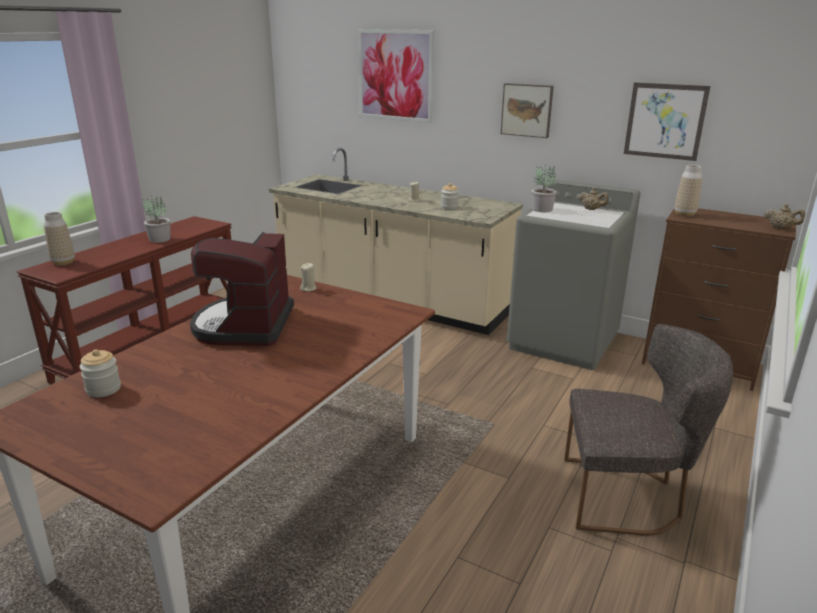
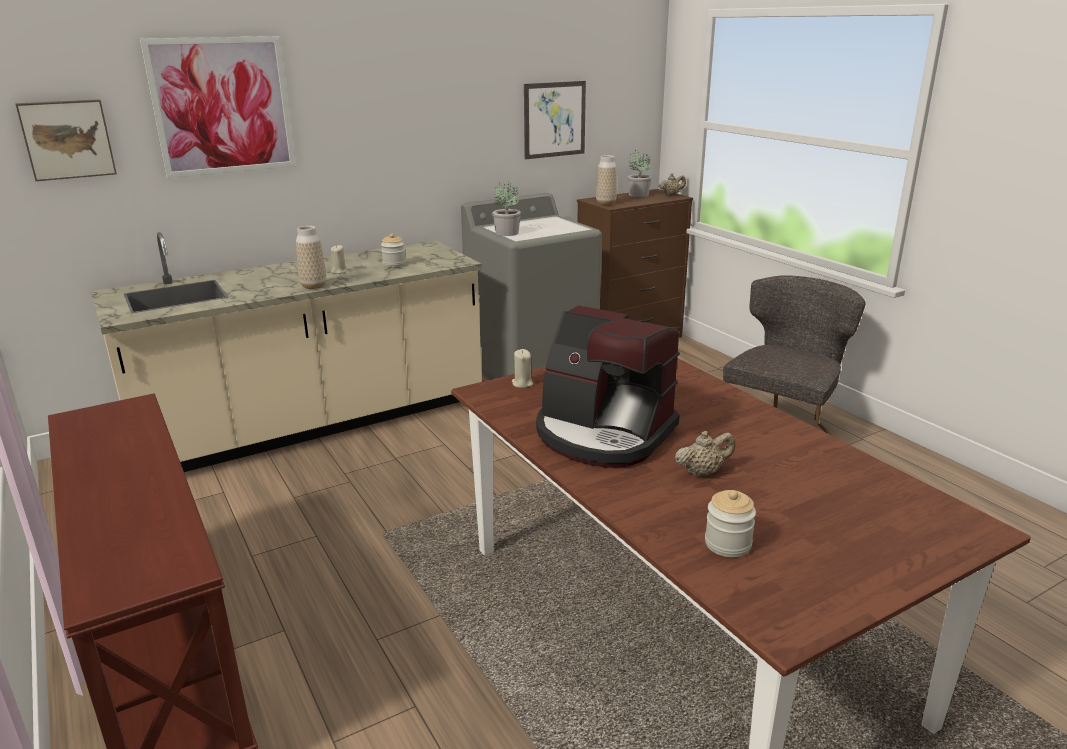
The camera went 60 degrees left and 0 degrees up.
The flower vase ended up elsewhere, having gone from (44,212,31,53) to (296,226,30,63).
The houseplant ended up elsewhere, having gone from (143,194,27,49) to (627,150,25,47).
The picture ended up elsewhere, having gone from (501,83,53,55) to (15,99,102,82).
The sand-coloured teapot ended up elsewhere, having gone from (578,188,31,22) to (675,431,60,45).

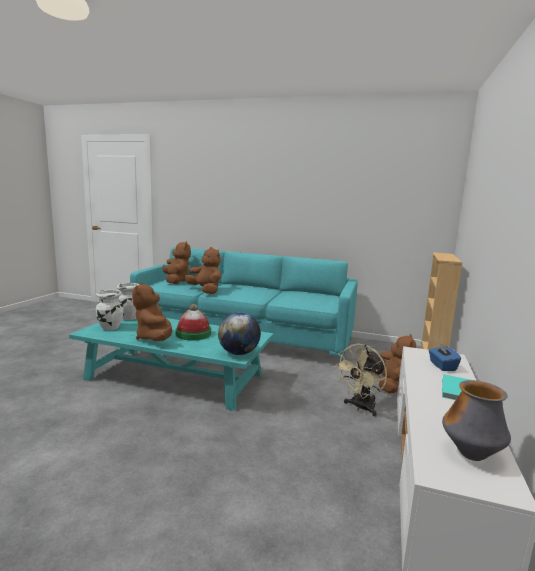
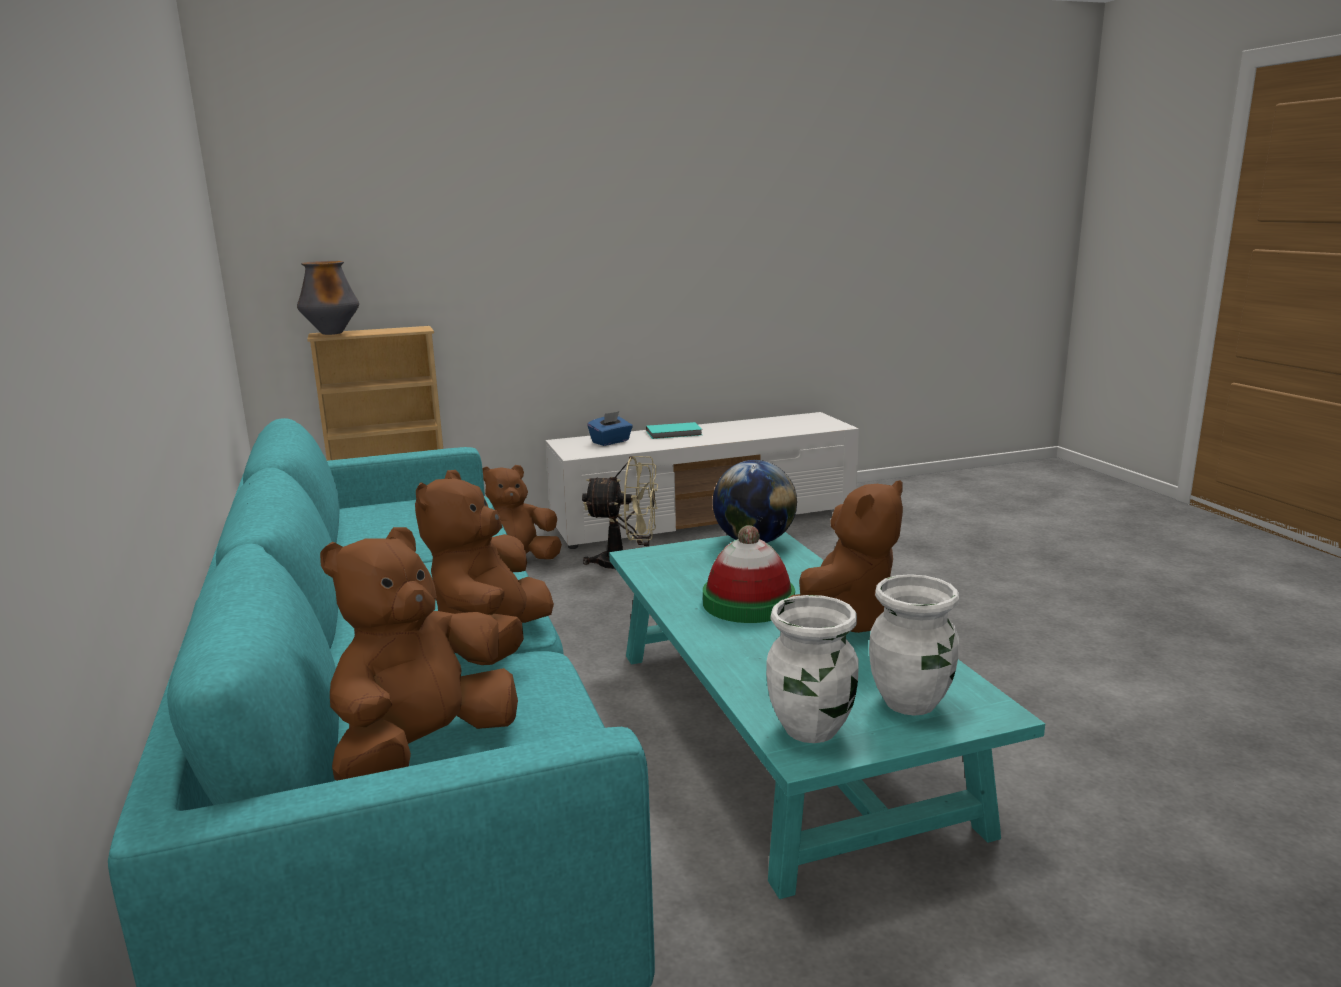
The camera went 125 degrees left and 5 degrees up.
The flower vase ended up elsewhere, having gone from (442,380,69,81) to (297,261,62,74).

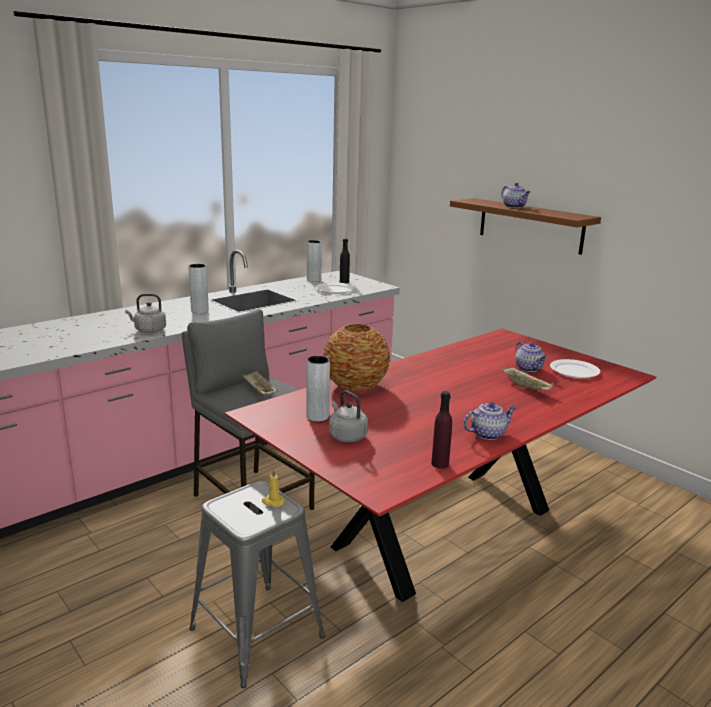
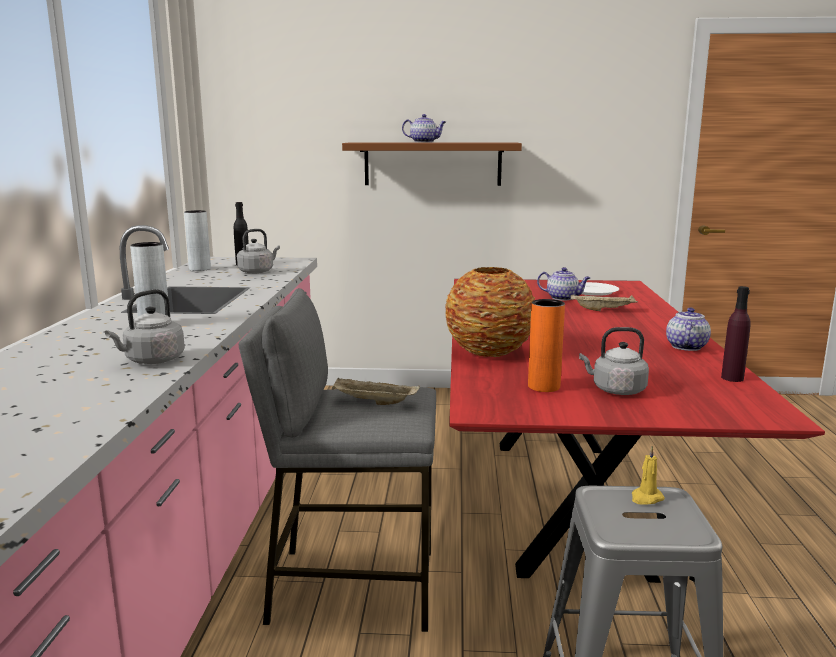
The camera went 45 degrees left and 5 degrees down.
Where the whitish plate stood at (316,282,38,12), the grey kettle came to stand at (237,229,43,45).
What was the grey flower vase at (306,356,24,66) turned into the orangey flower vase at (528,299,37,93).

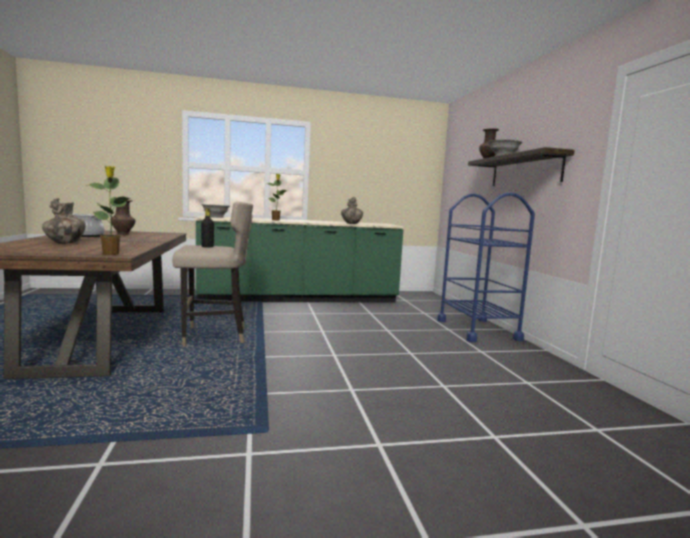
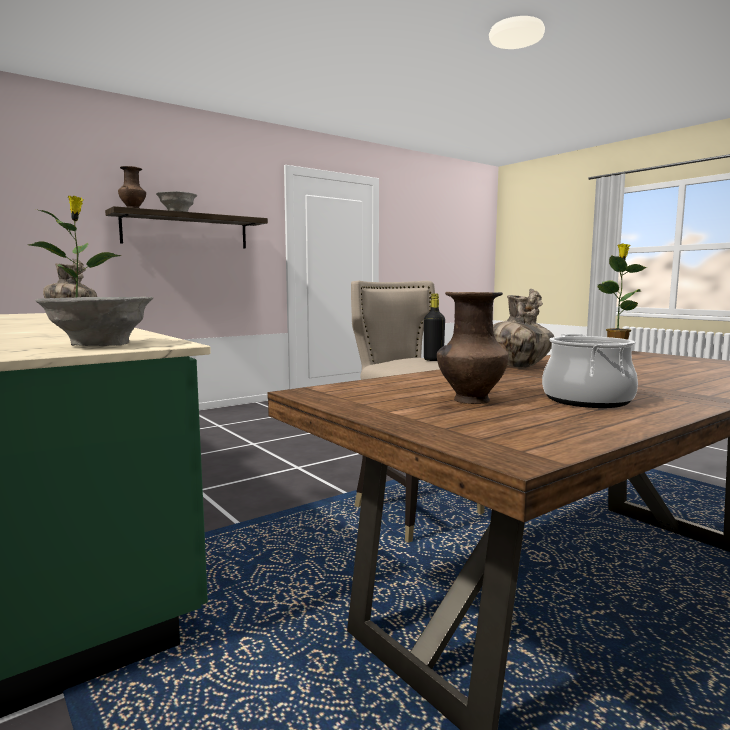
The camera went 115 degrees left and 0 degrees up.
The second view lost the bluish trolley at (437,192,98,150).
The flower vase ended up elsewhere, having gone from (42,198,44,46) to (493,289,61,79).

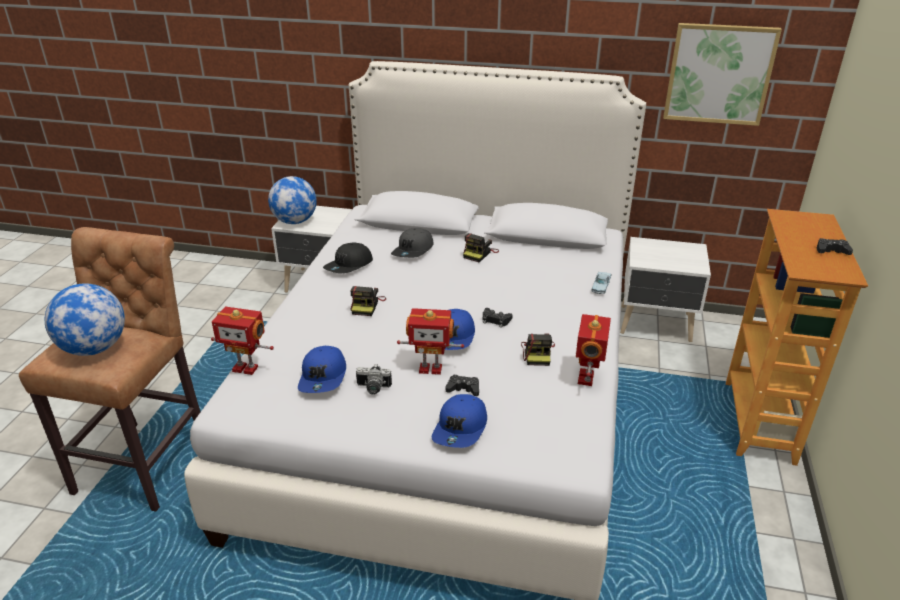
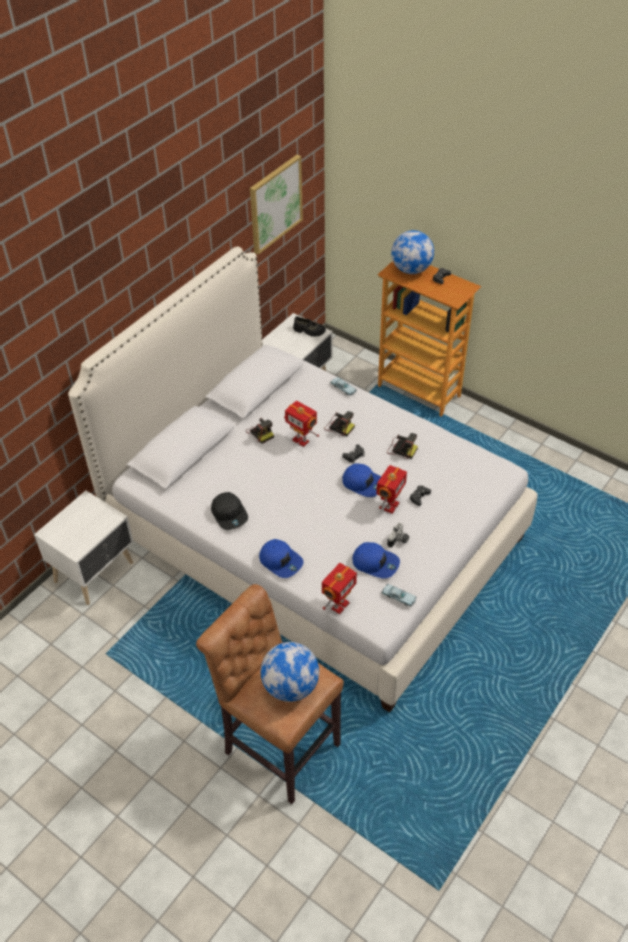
The camera went 65 degrees left and 15 degrees up.
The second view lost the grey peaked cap at (391,228,42,30).
The second view gained the black-coloured low shoe at (293,316,33,21).
The second view gained the bluish miniature car at (381,584,36,23).
The globe ended up elsewhere, having gone from (268,176,49,48) to (391,230,43,44).
The photo camera ended up elsewhere, having gone from (350,286,36,30) to (324,411,31,25).
The bluish peaked cap ended up elsewhere, having gone from (432,394,55,54) to (259,539,45,39).
The toy robot ended up elsewhere, having gone from (576,314,35,72) to (284,401,35,46).

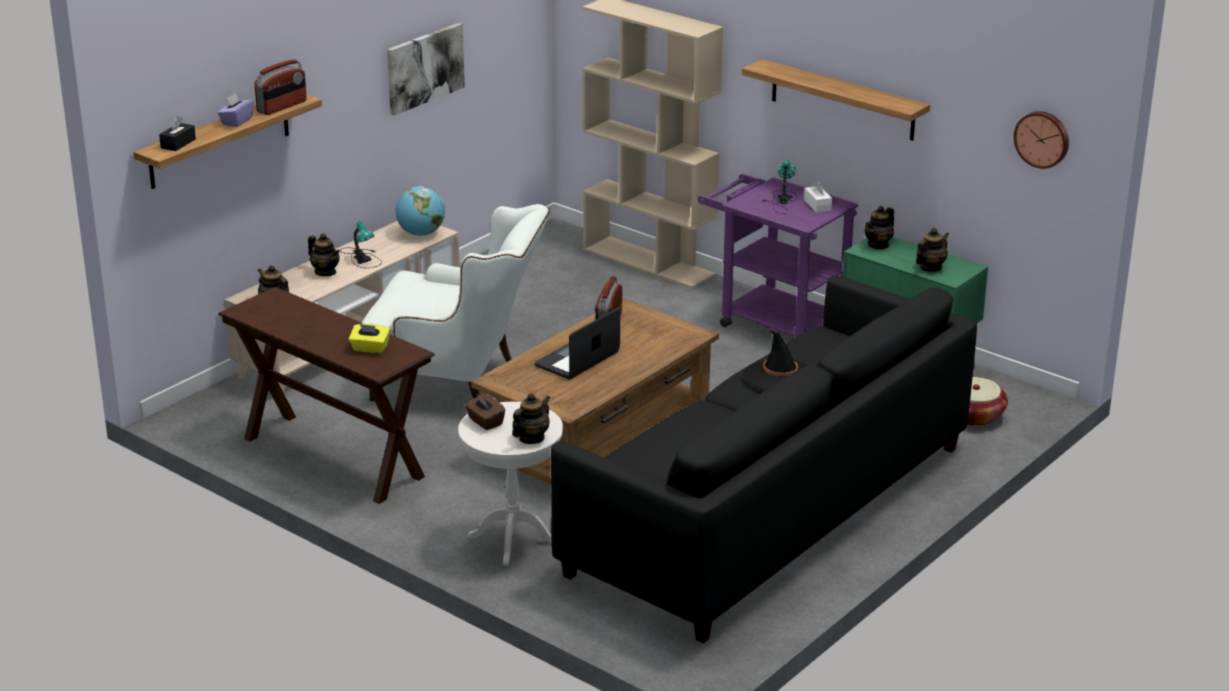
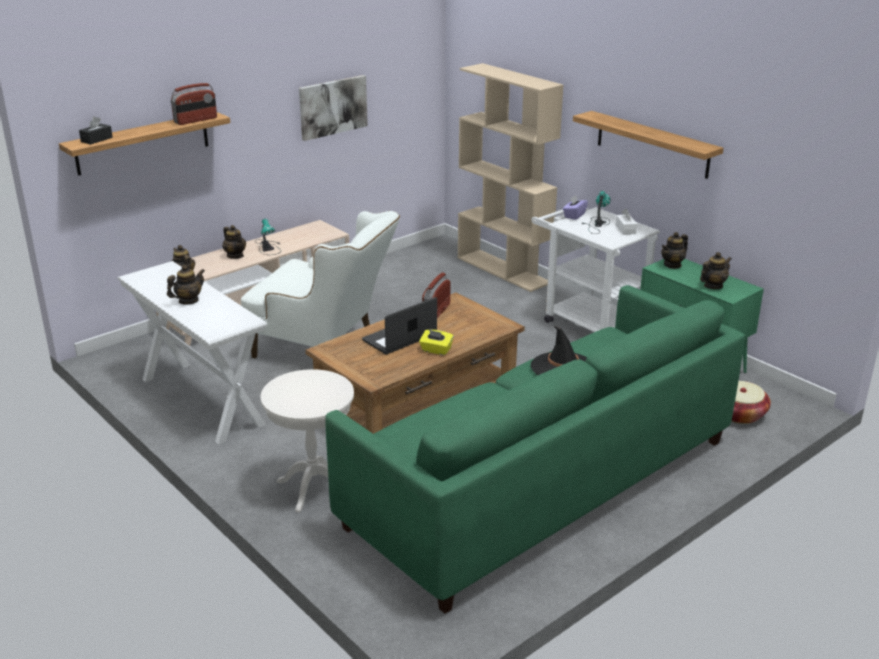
The camera went 10 degrees right and 0 degrees up.
The second view lost the globe at (396,186,49,50).
The second view lost the brown box of tissues at (465,393,40,37).
The second view lost the clock on the wall at (1014,111,55,58).
The purple-coloured box of tissues ended up elsewhere, having gone from (218,93,36,34) to (563,195,25,25).
The yellow box of tissues ended up elsewhere, having gone from (349,324,41,30) to (419,329,35,26).
The teapot ended up elsewhere, having gone from (512,393,38,51) to (167,264,38,41).
What was the brown hall table at (218,287,217,217) turned into the whitish hall table at (117,261,150,184).
What was the black-coloured couch at (551,275,426,368) turned into the greenish couch at (325,285,420,329).
What was the purple-coloured trolley at (698,174,161,164) turned into the whitish trolley at (532,207,128,125).

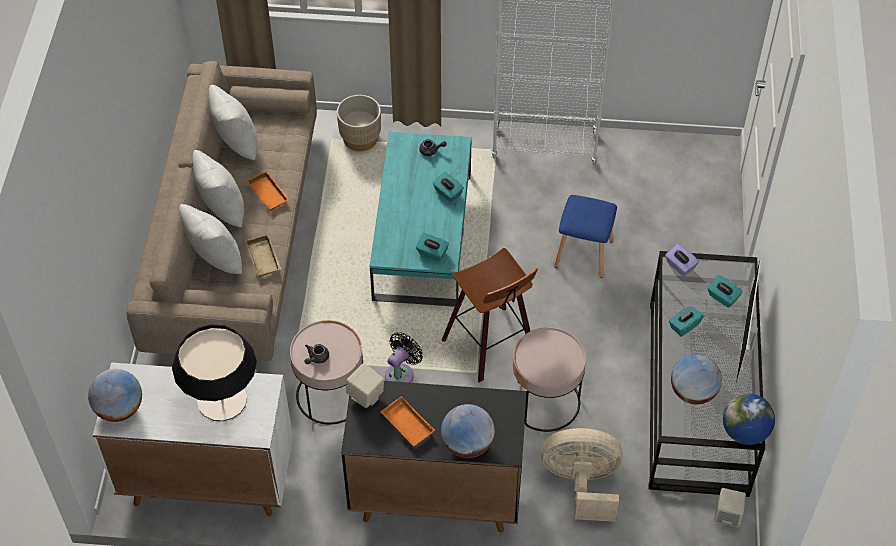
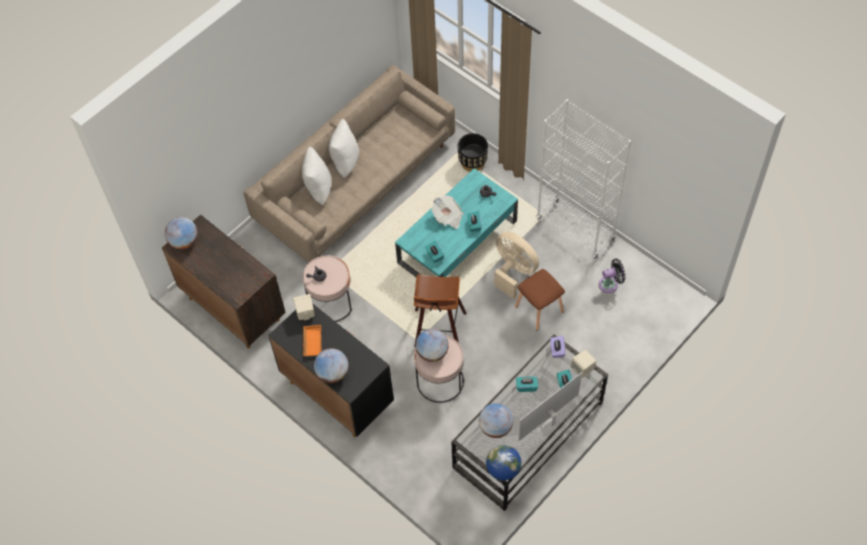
The camera went 40 degrees right and 5 degrees up.
The second view lost the table lamp at (172,324,85,97).
The second view lost the whitish pillow at (209,85,49,75).
The second view lost the sand-coloured tray at (245,234,36,43).
The second view lost the orangey tray at (247,171,43,40).
The second view gained the globe at (416,329,33,33).
The second view gained the newspaper at (432,195,32,34).
The black-coloured electric fan ended up elsewhere, having gone from (385,332,38,51) to (599,258,26,35).
The sand-coloured electric fan ended up elsewhere, having gone from (541,428,82,94) to (494,232,45,67).
The sand-coloured audio speaker ended up elsewhere, having gone from (714,488,32,39) to (570,350,26,28).
What was the whitish cupboard at (93,363,200,153) turned into the brown cupboard at (162,215,124,133).
What was the sand-coloured plant pot at (337,95,44,56) turned into the black-coloured plant pot at (458,133,30,39).
What was the bluish stool seat at (554,195,63,83) turned into the brown stool seat at (515,269,50,62).

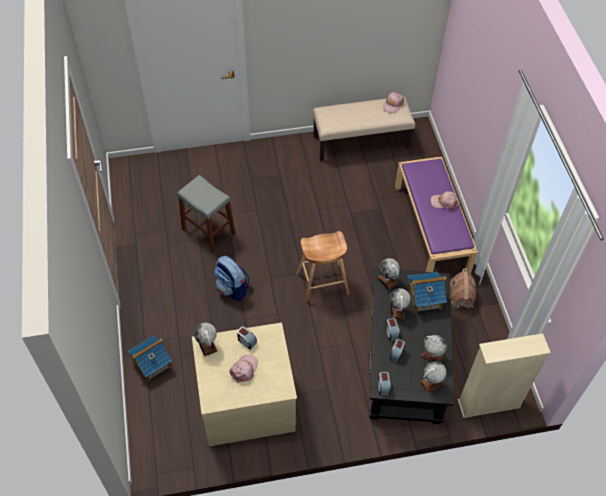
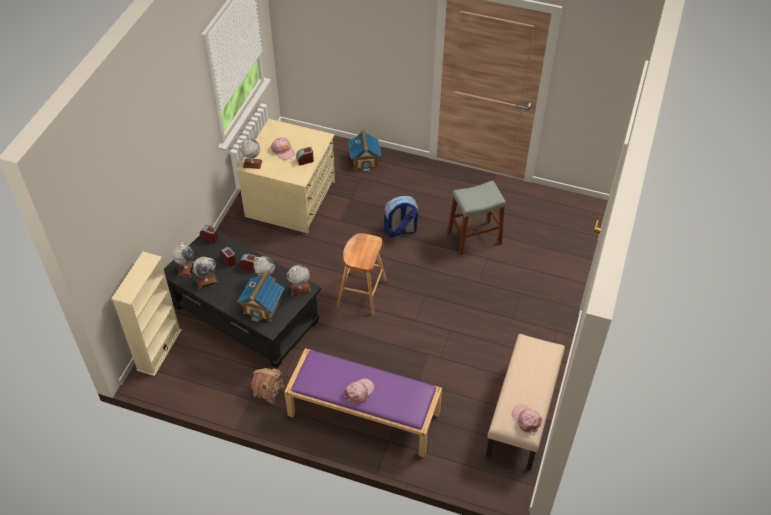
The camera went 120 degrees right and 5 degrees down.
The globe ended up elsewhere, having gone from (194,323,23,33) to (239,139,23,30).

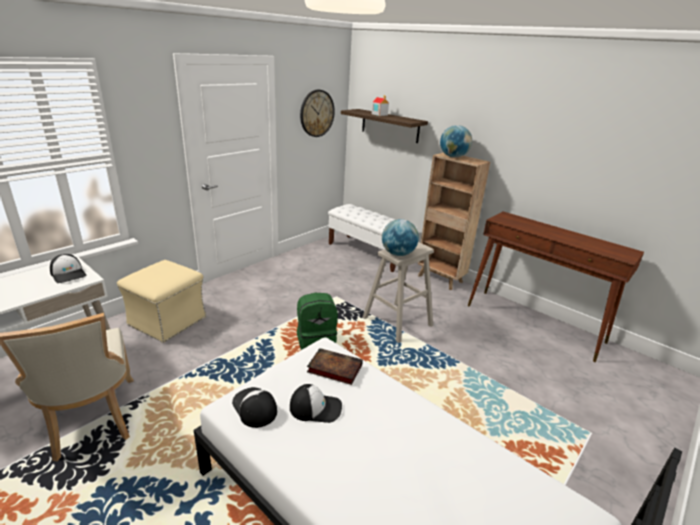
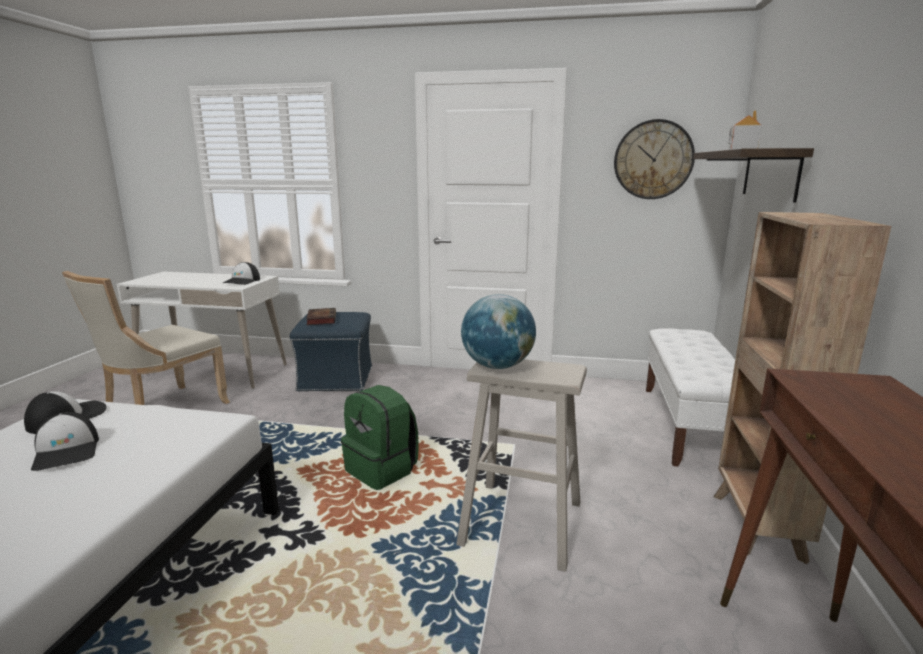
The camera went 60 degrees right and 10 degrees down.
The second view lost the globe at (440,125,32,33).
The book ended up elsewhere, having gone from (307,348,56,37) to (306,308,30,17).
What was the sand-coloured pouffe at (117,260,89,83) turned into the bluish pouffe at (290,312,82,80).

